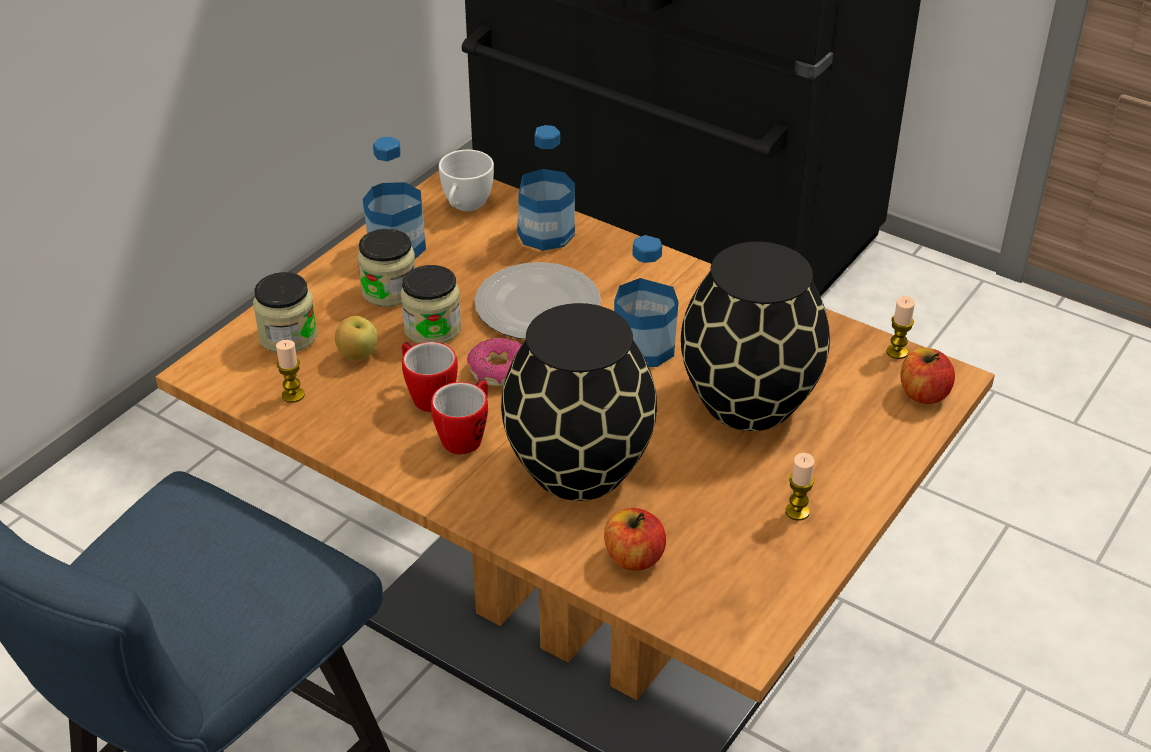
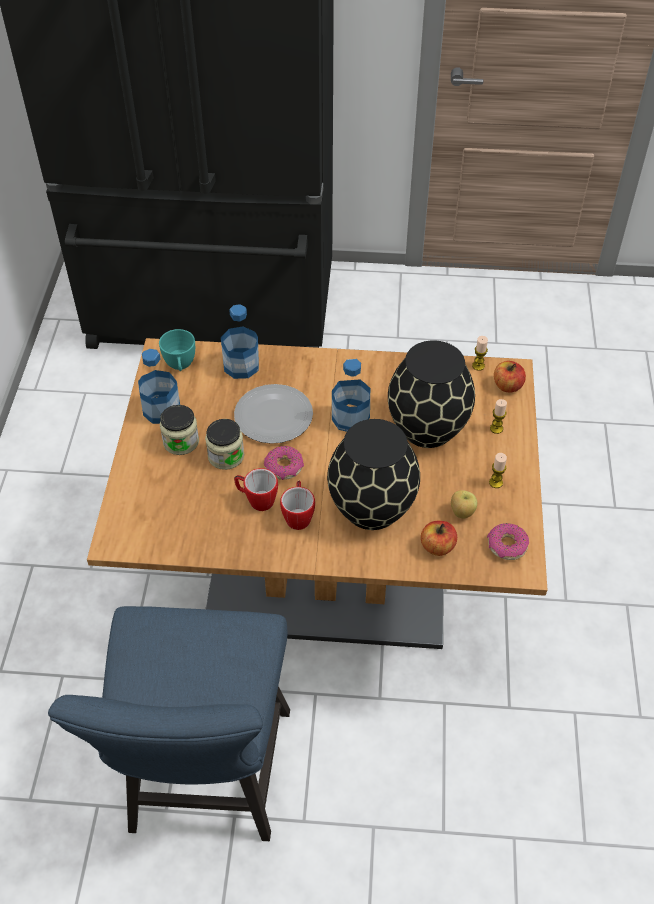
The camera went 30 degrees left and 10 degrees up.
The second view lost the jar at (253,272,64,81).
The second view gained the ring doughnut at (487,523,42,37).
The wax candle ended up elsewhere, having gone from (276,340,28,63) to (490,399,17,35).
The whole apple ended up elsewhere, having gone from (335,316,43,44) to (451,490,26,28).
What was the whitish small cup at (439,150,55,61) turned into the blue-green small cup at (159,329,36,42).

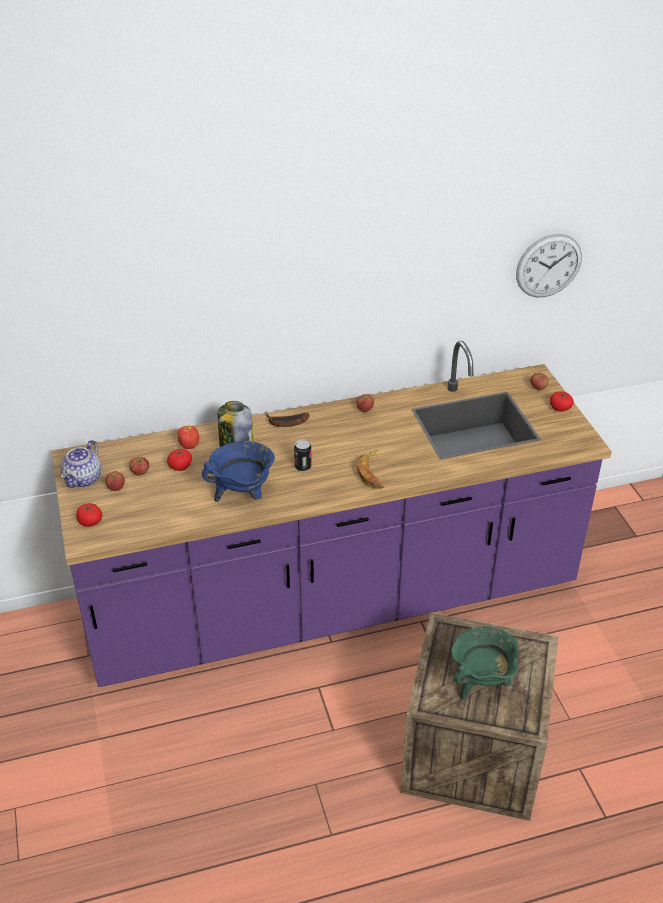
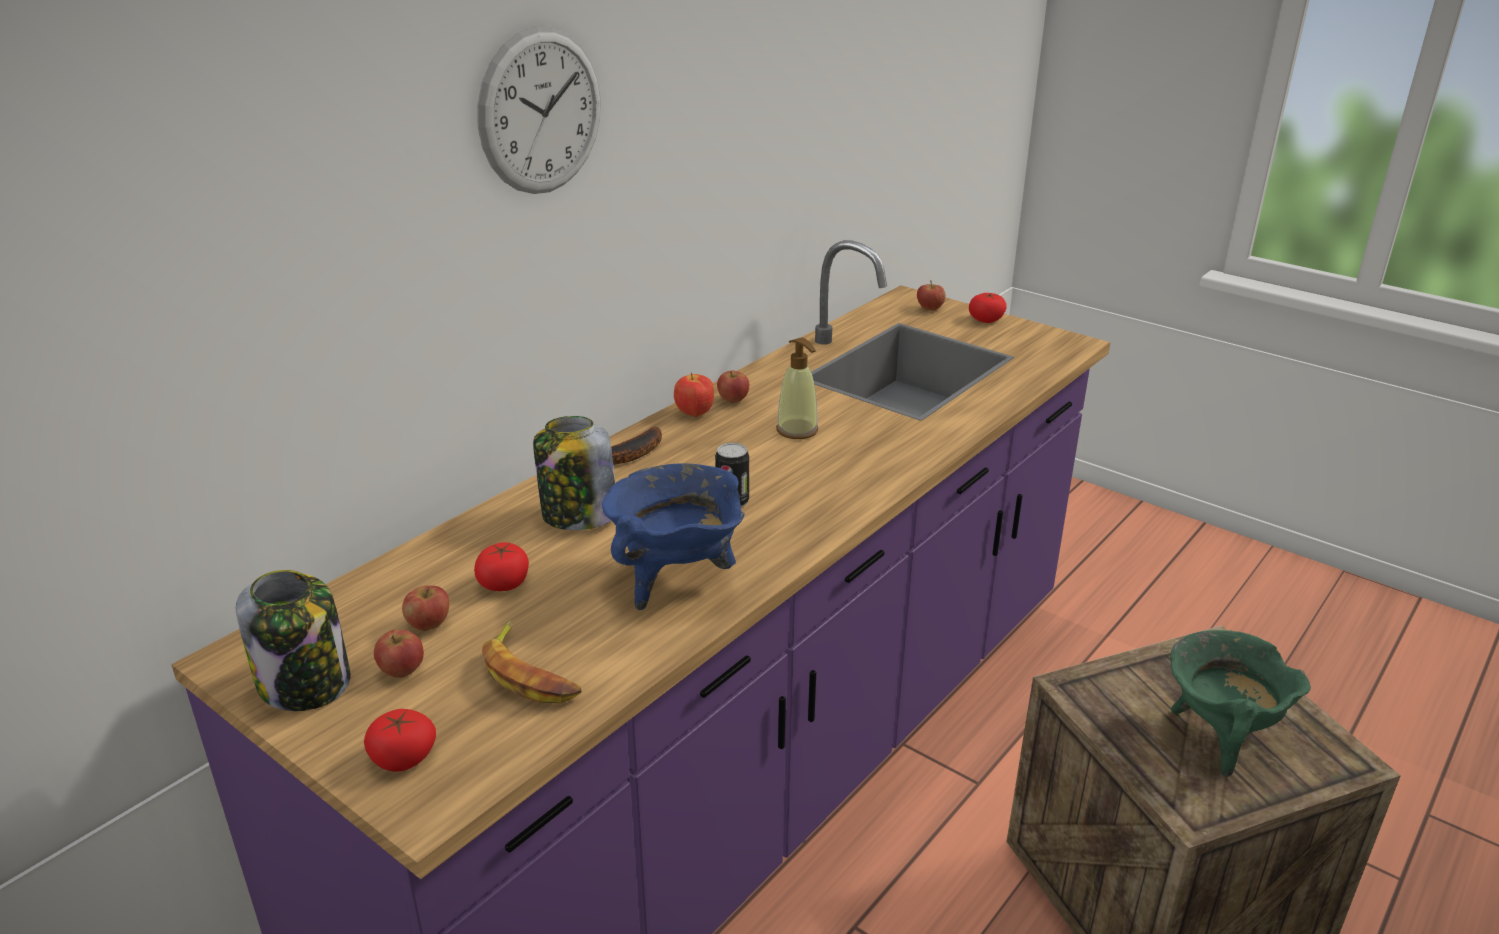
The camera went 35 degrees left and 10 degrees down.
The second view gained the soap dispenser at (776,338,42,101).
The whole apple ended up elsewhere, having gone from (178,426,21,23) to (674,373,40,44).
The banana fruit ended up elsewhere, having gone from (357,450,27,39) to (482,620,100,84).
The clock on the wall ended up elsewhere, having gone from (516,234,66,63) to (477,27,124,167).
Where the teapot stood at (61,440,40,48), the jar came to stand at (236,570,114,141).

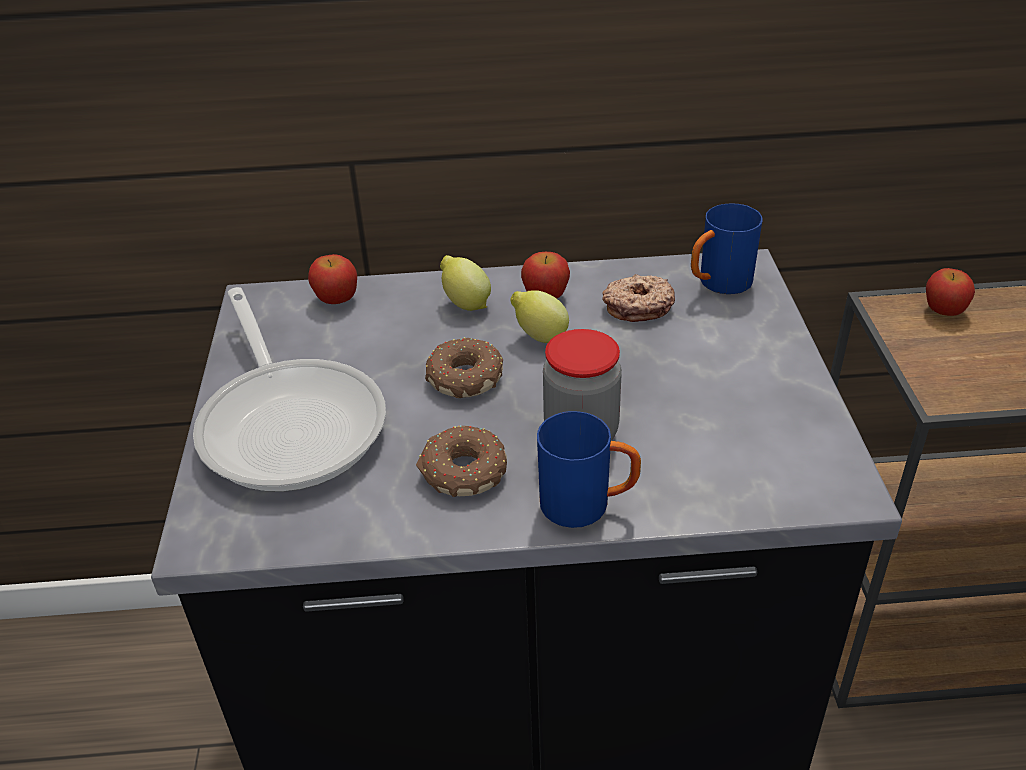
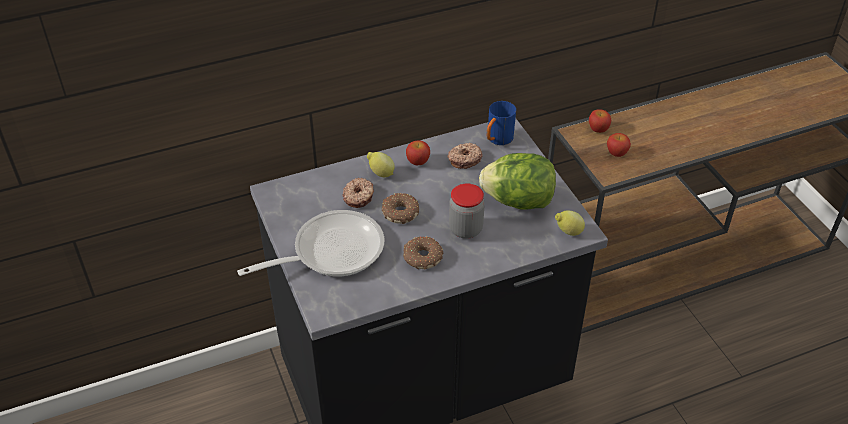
The camera went 20 degrees left and 5 degrees up.
The second view lost the bluish tea mug at (537,411,104,117).
The second view gained the ring doughnut at (342,178,32,30).
The second view gained the lettuce head at (479,153,77,57).
The whole apple ended up elsewhere, having gone from (308,254,49,50) to (607,133,24,24).
The whole lemon ended up elsewhere, having gone from (510,290,59,53) to (555,210,30,26).
The frying pan at (193,287,193,205) ended up facing another way, 75 degrees counterclockwise from before.

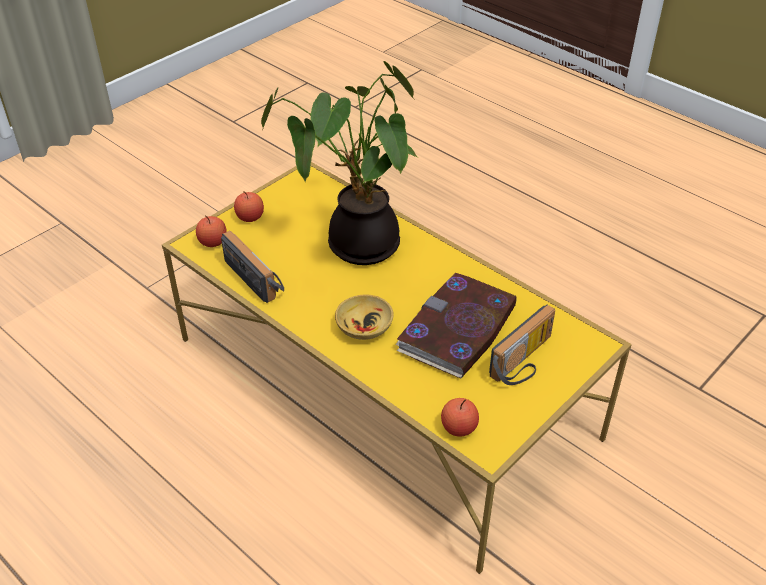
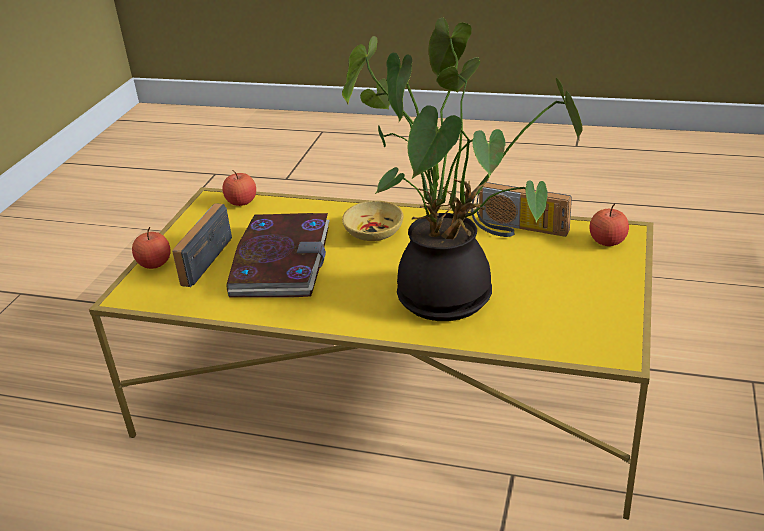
The camera went 155 degrees right and 10 degrees down.
The whole apple ended up elsewhere, having gone from (234,191,30,31) to (132,227,39,42).

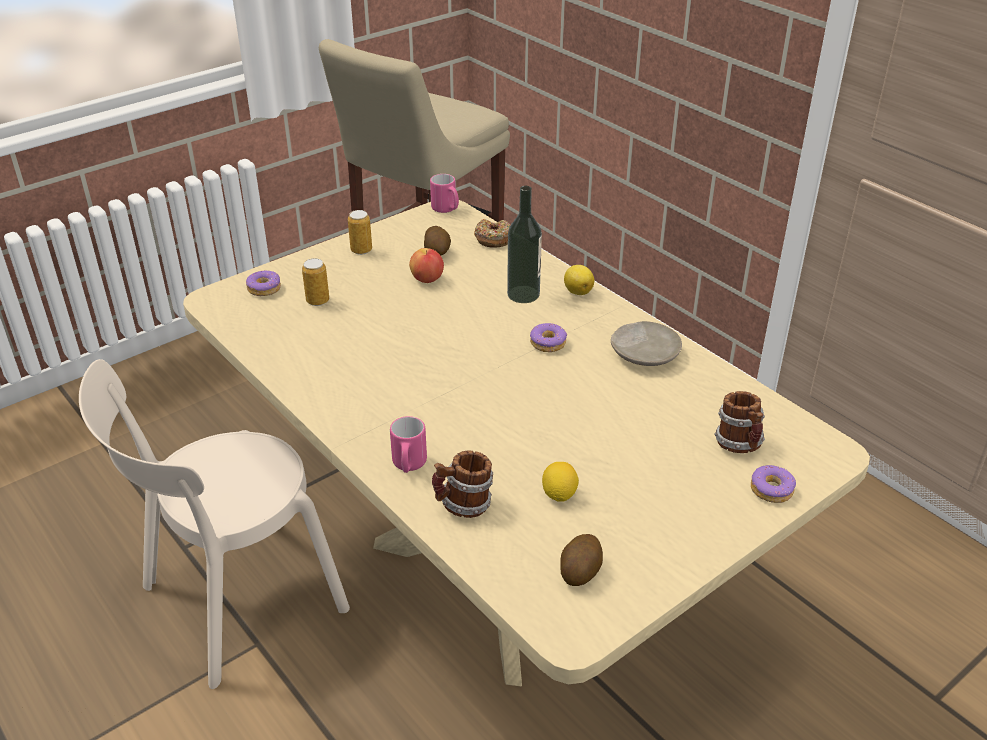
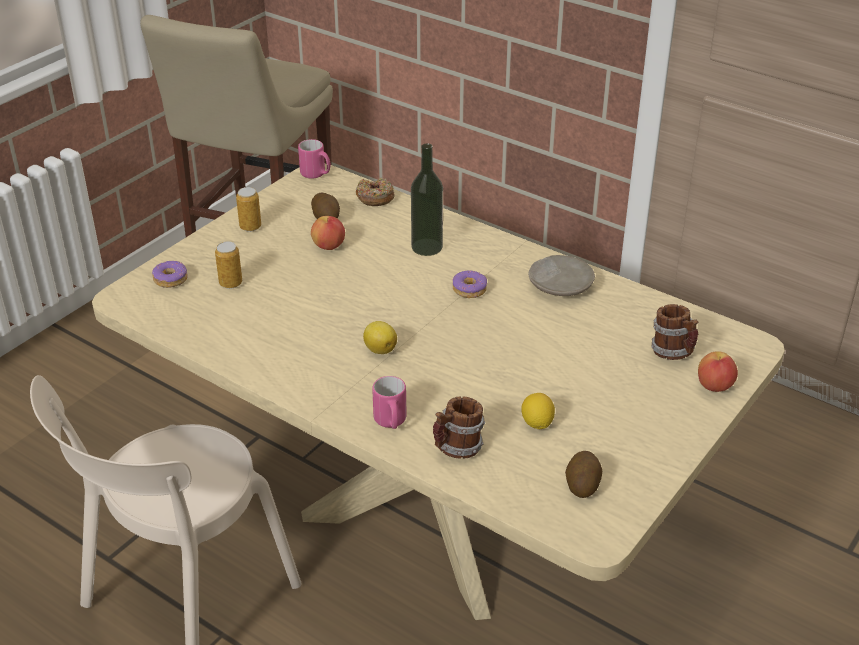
The camera went 15 degrees left and 0 degrees up.
The whole lemon ended up elsewhere, having gone from (564,265,30,30) to (363,321,34,33).
Where the ring doughnut stood at (751,465,45,38), the whole apple came to stand at (698,352,40,40).

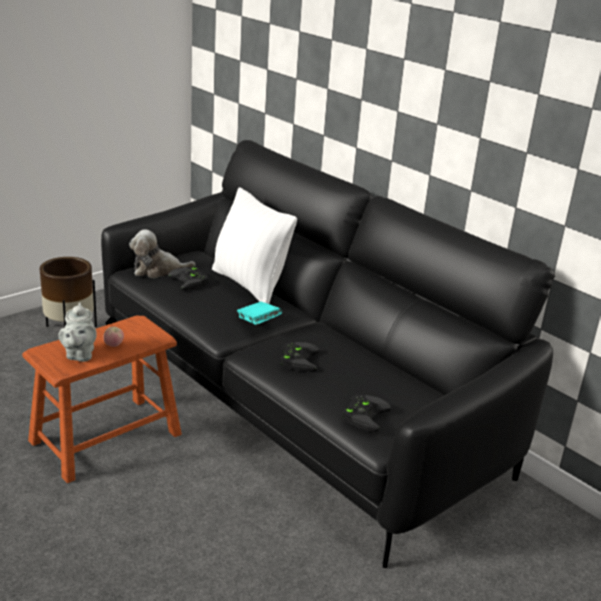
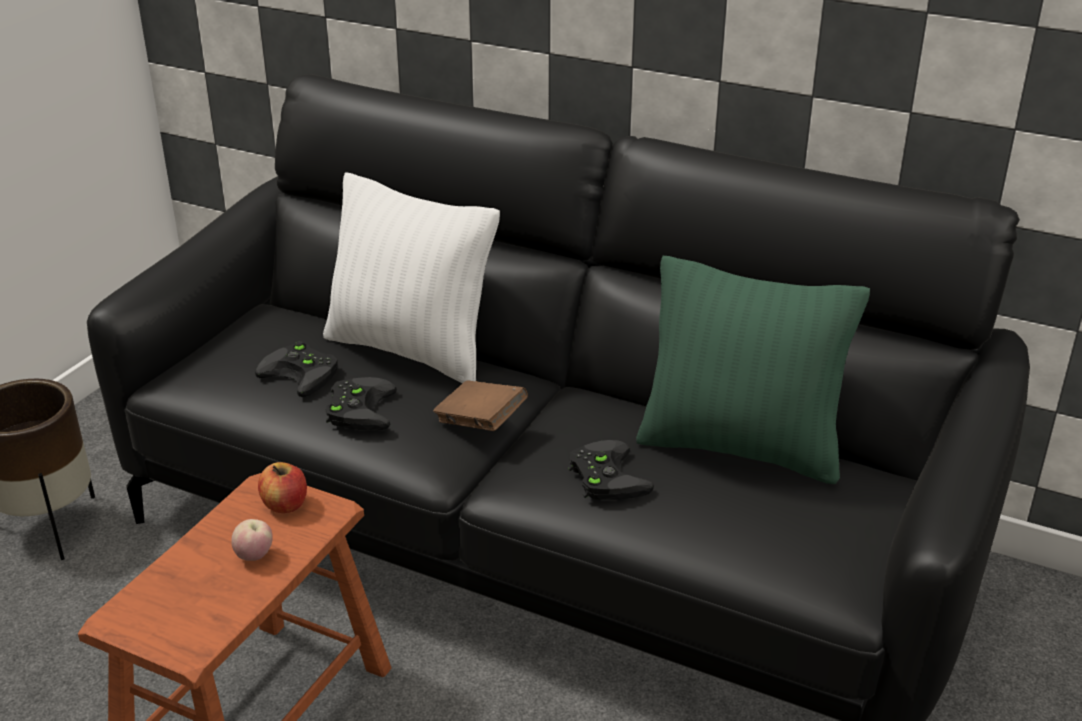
The camera went 20 degrees left and 5 degrees up.
The second view lost the grey teapot at (59,303,38,59).
The second view lost the plush toy at (129,229,66,49).
The second view gained the whole apple at (258,462,49,51).
The second view gained the greenish pillow at (636,256,234,228).
The black-coloured game controller ended up elsewhere, having gone from (342,394,49,38) to (326,377,71,54).
What was the blue-green book at (237,302,45,23) turned into the brown book at (433,381,95,50).

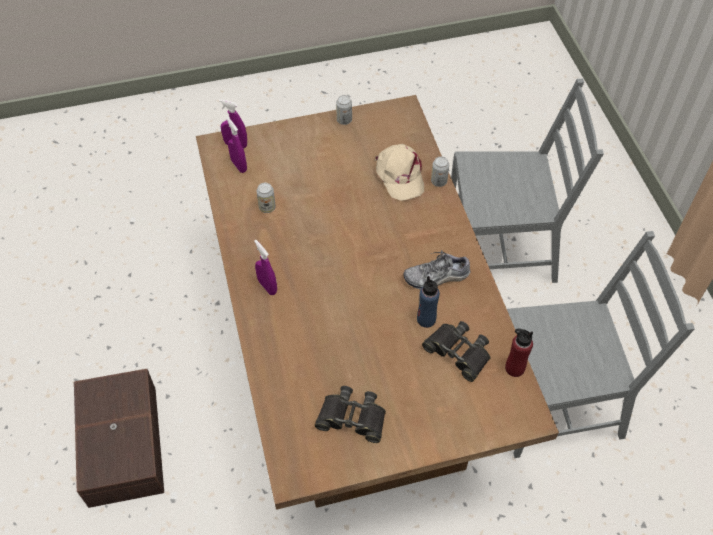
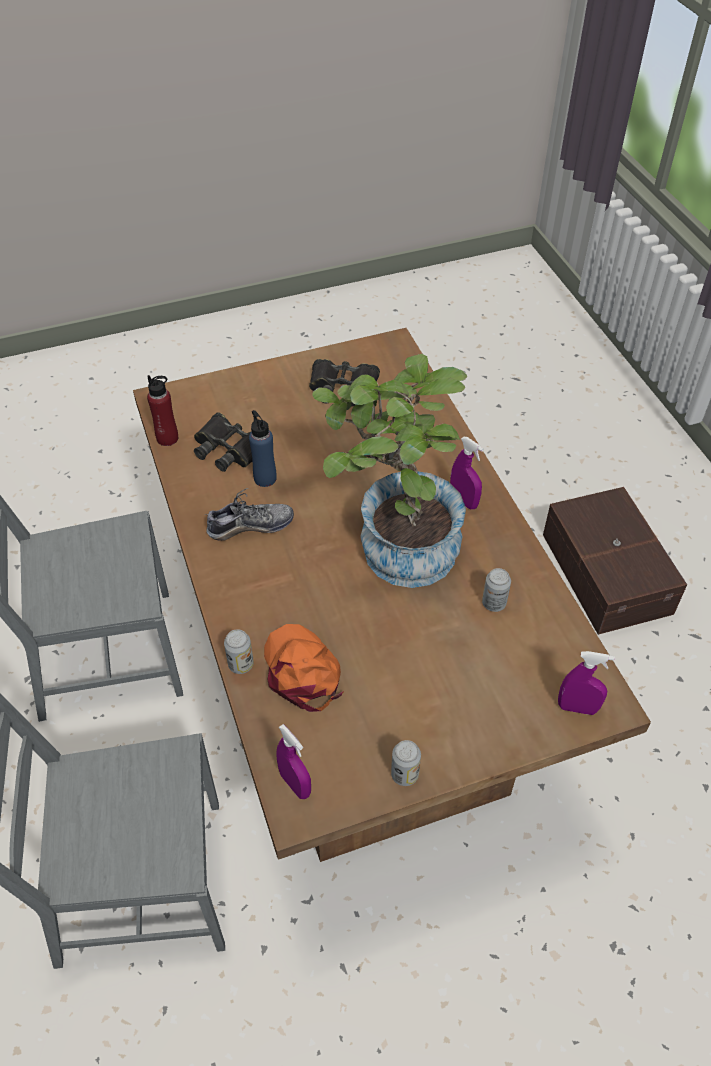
The camera went 175 degrees right and 5 degrees down.
The second view gained the houseplant at (312,354,155,234).
The purple-coloured hand sprayer ended up elsewhere, having gone from (226,117,21,56) to (276,724,35,75).
What was the sand-coloured peaked cap at (375,144,49,57) turned into the orangey peaked cap at (264,624,80,88).

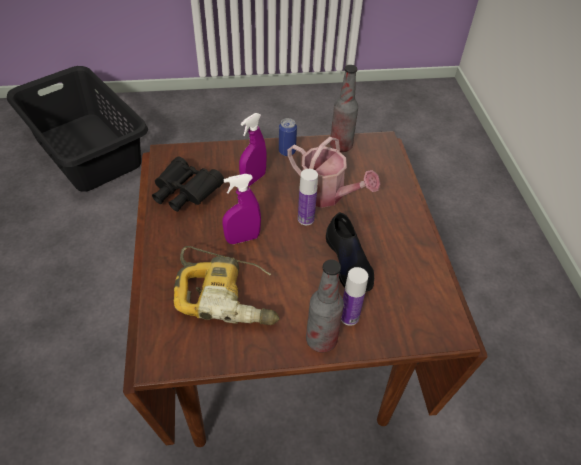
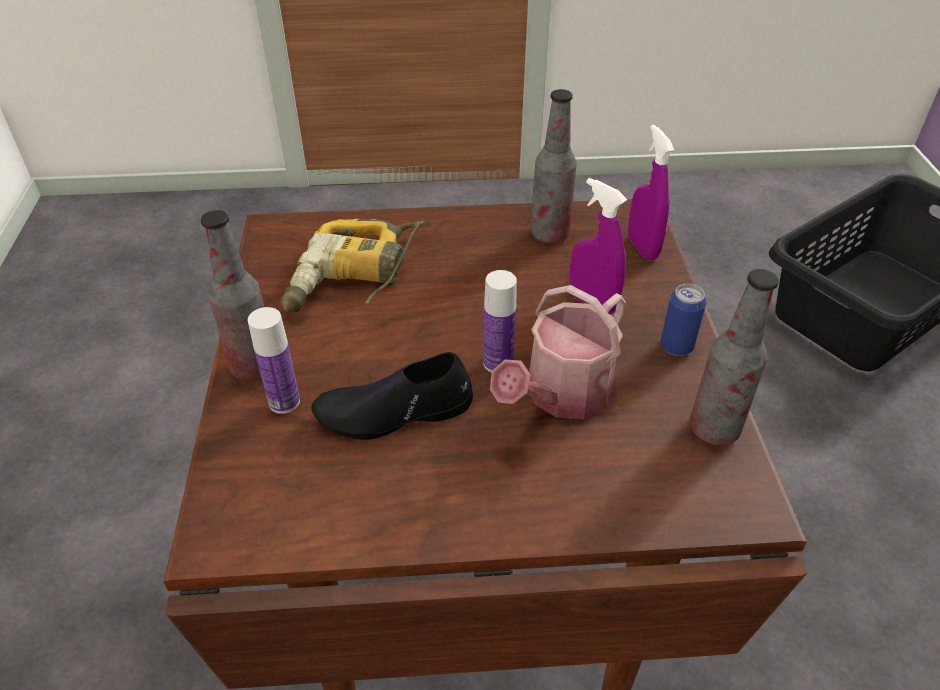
The camera went 95 degrees right and 5 degrees down.
The purple-coloured hand sprayer ended up elsewhere, having gone from (222,174,39,70) to (628,125,46,135).
Where the black-coloured binoculars stood at (152,157,72,55), the drink bottle came to stand at (531,89,46,154).

